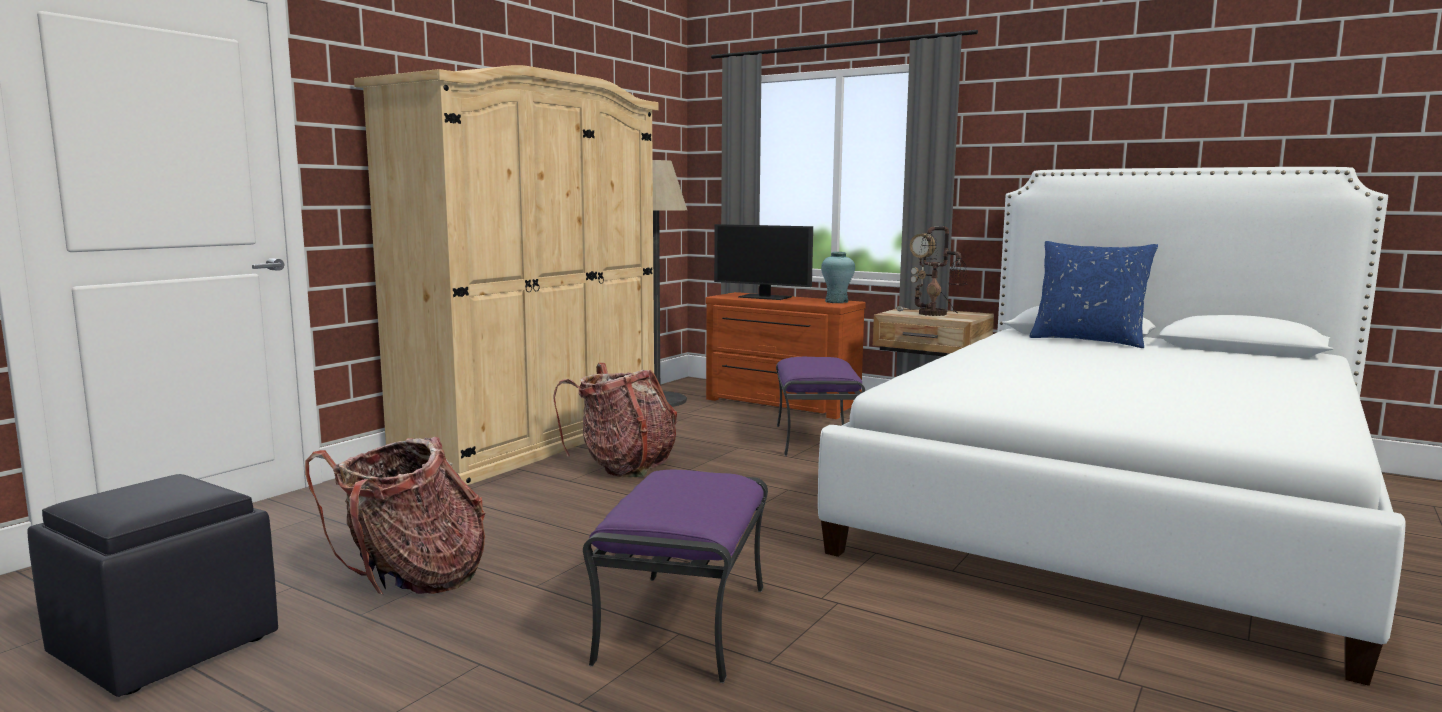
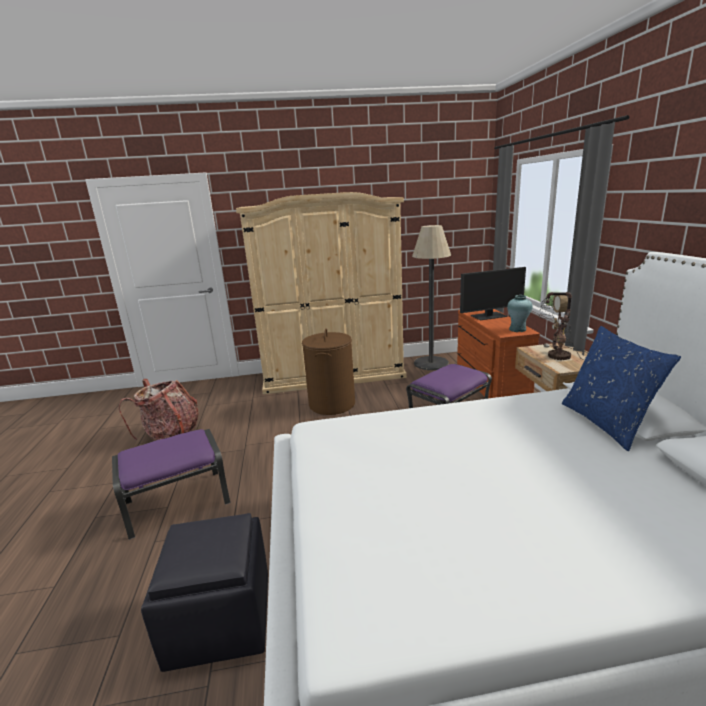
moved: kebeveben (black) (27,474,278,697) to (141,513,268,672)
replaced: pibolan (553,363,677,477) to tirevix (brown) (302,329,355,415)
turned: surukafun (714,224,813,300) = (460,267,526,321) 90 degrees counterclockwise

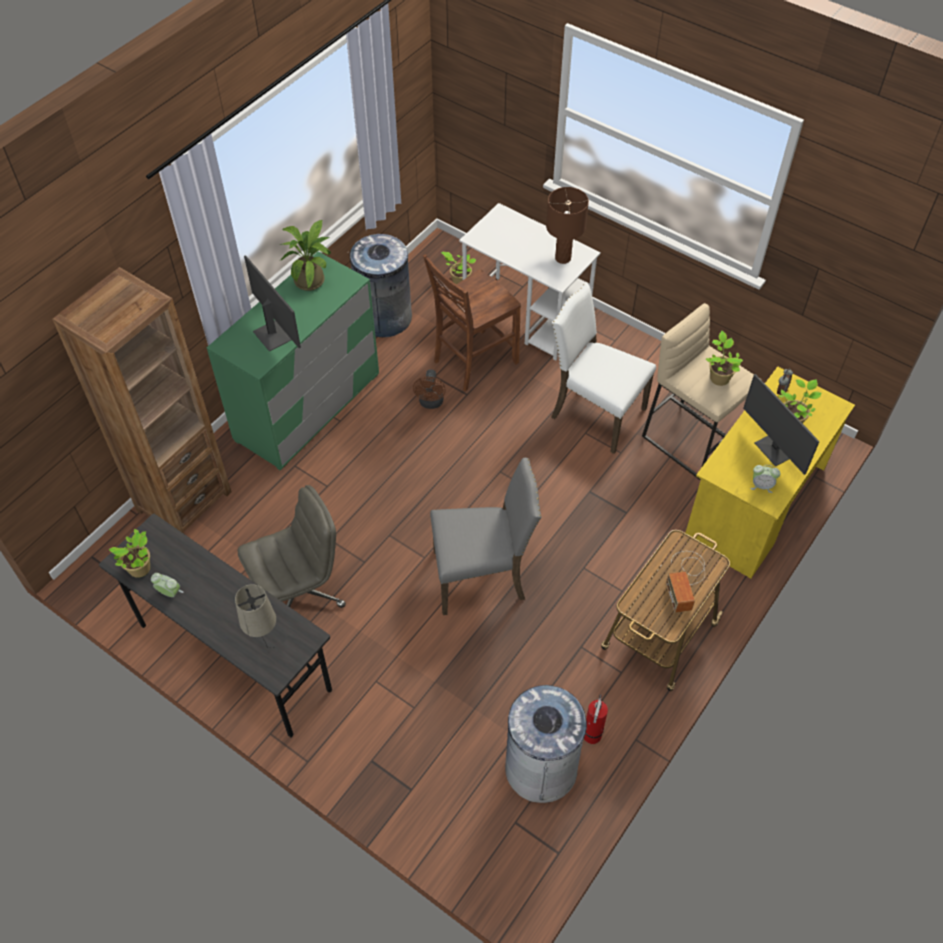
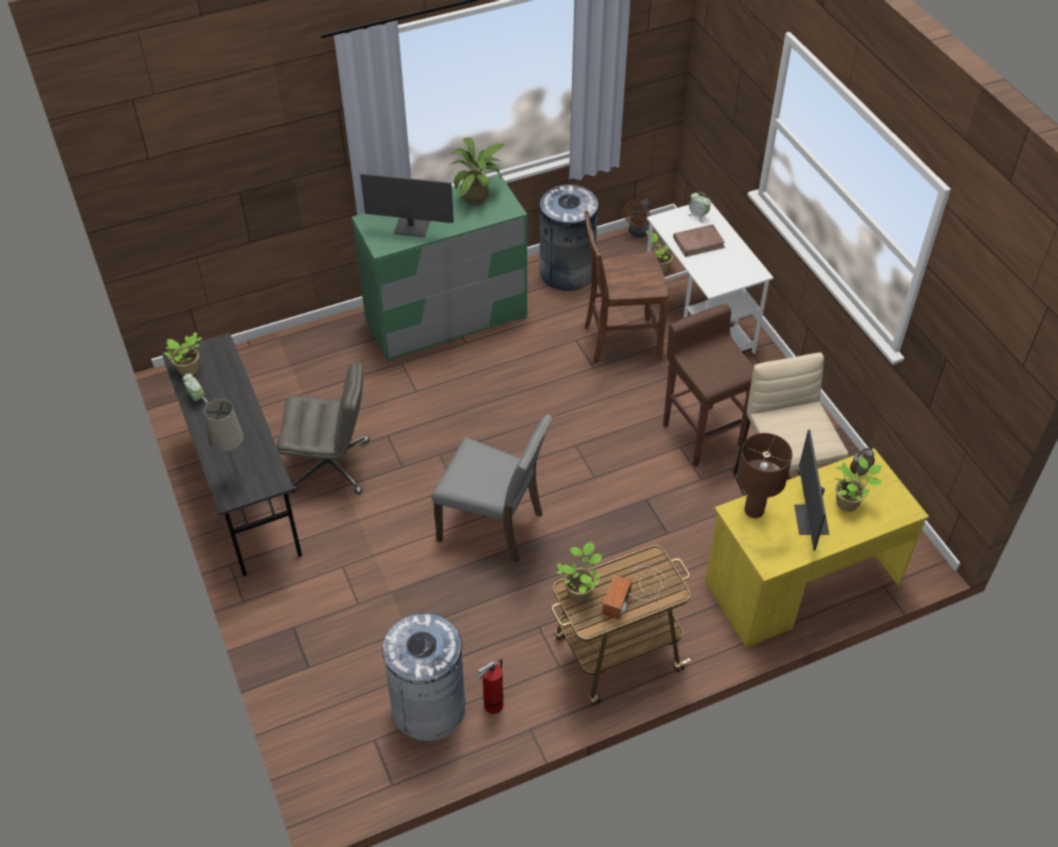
removed: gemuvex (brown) (52,267,232,534)
added: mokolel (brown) (673,224,725,257)
moved: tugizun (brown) (413,369,446,409) to (623,199,650,238); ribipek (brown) (546,187,589,264) to (737,433,793,518); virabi (706,331,743,386) to (557,542,602,603); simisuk (750,465,780,493) to (688,192,711,223)
replaced: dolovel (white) (551,284,656,454) to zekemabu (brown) (663,304,754,467)
turned: surukafun (244,255,301,352) = (360,173,454,237) 105 degrees clockwise

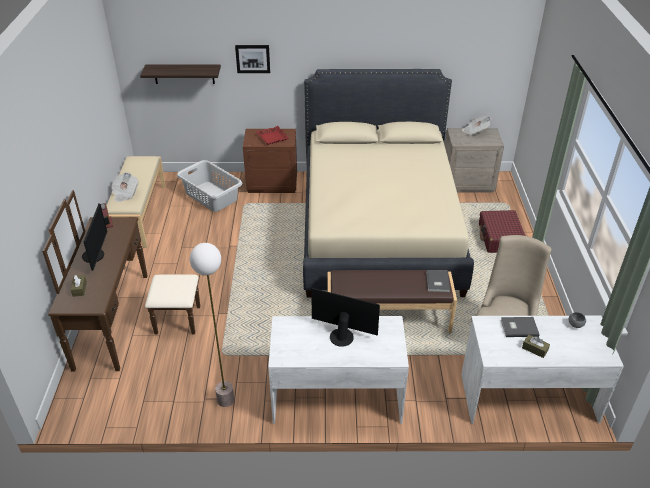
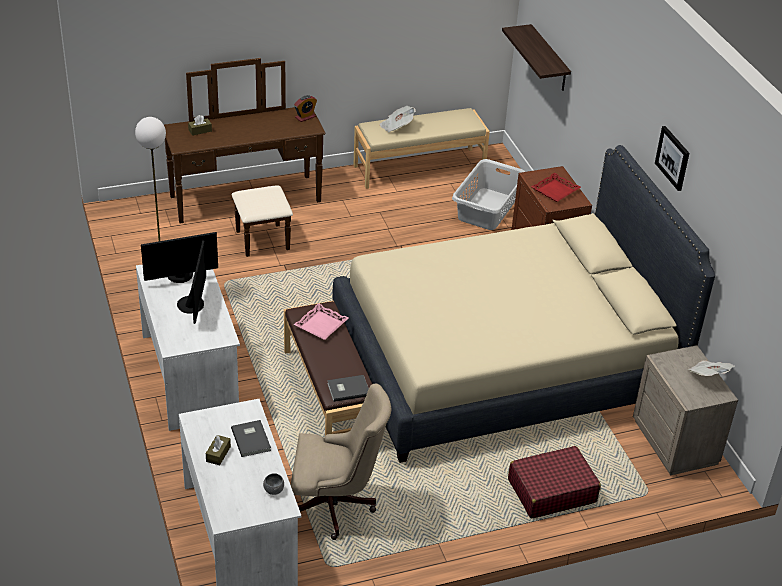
added: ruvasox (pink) (294,303,349,340)
moved: surukafun (82,203,107,271) to (141,232,218,283); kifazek (235,45,270,73) to (655,126,689,191)

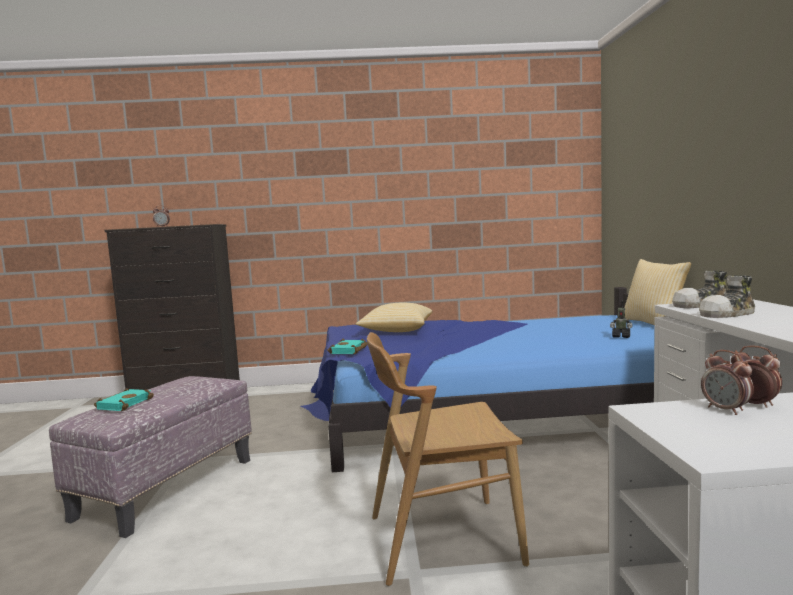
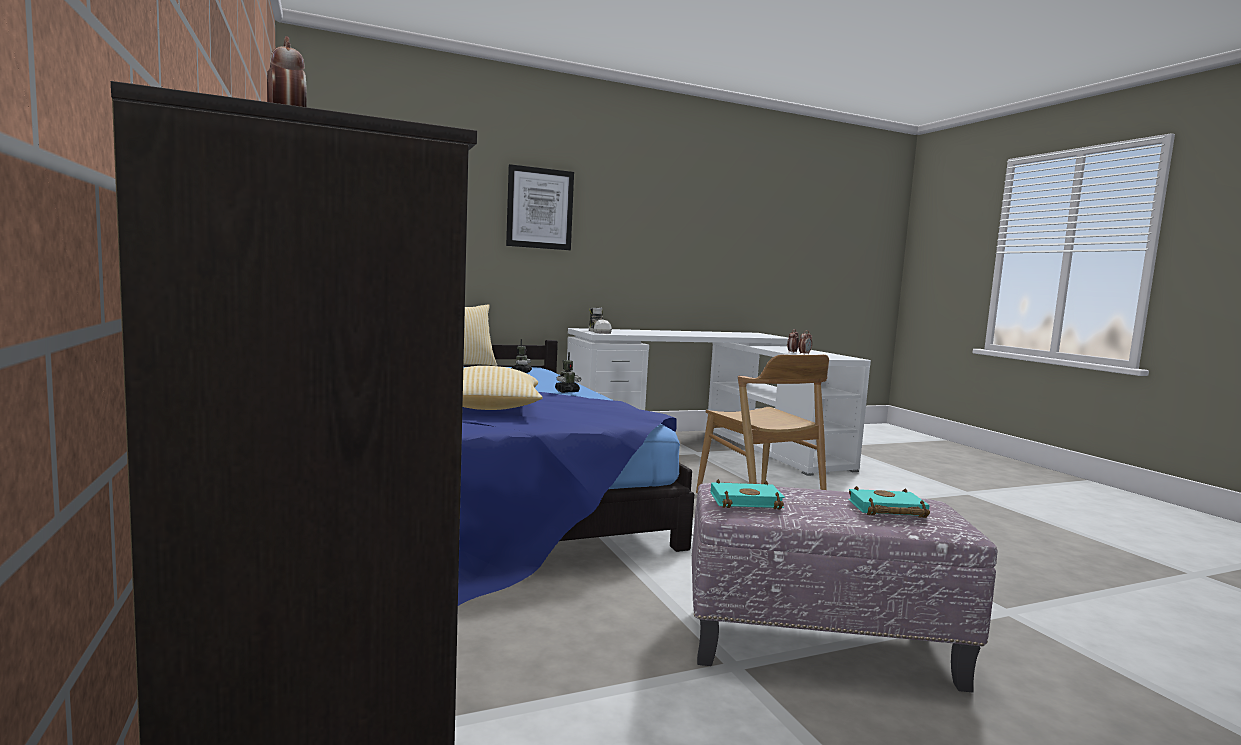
removed: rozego (699,275,755,318)
added: kifazek (506,164,574,250); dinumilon (555,352,581,393)
moved: mokolel (turquoise) (327,339,368,354) to (711,479,785,509)

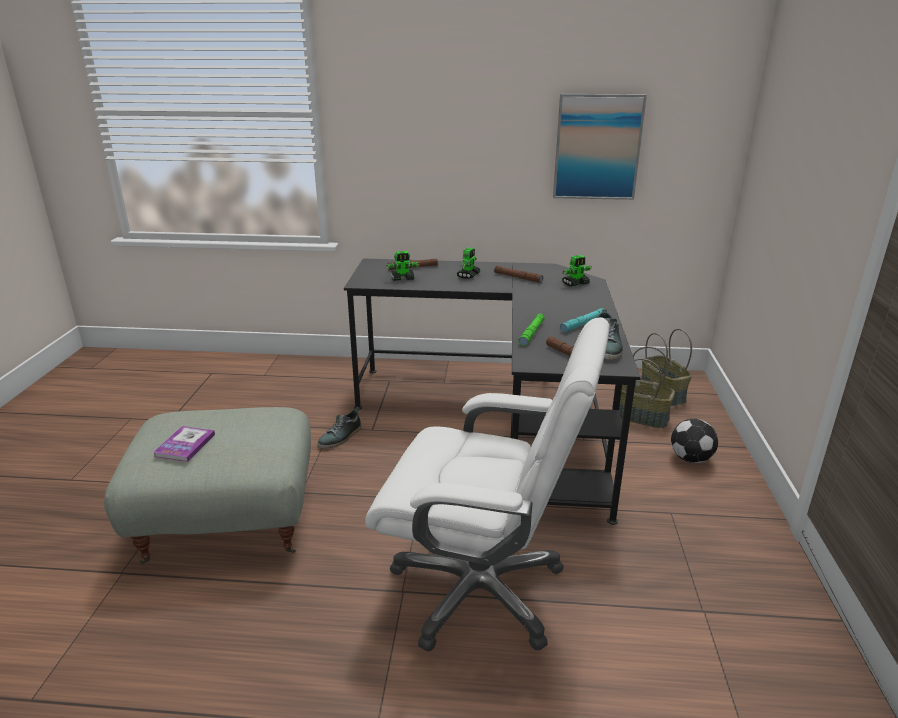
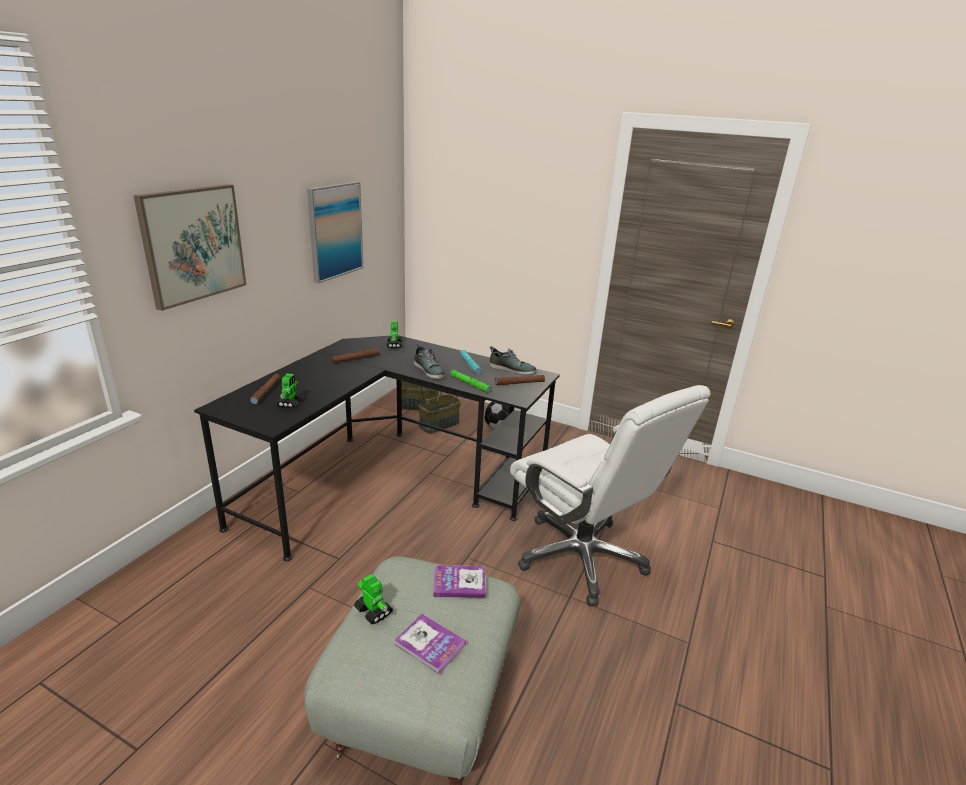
added: kifazek (133,184,246,311); mokolel (433,565,486,598)
moved: rozego (317,407,361,449) to (414,344,445,379); dinumilon (457,247,480,279) to (354,574,393,625)
turned: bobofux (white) (365,317,610,652) = (510,385,711,606) 105 degrees clockwise

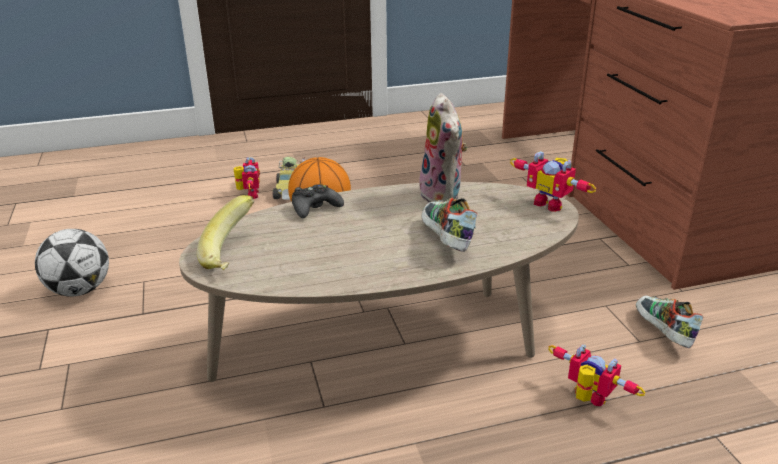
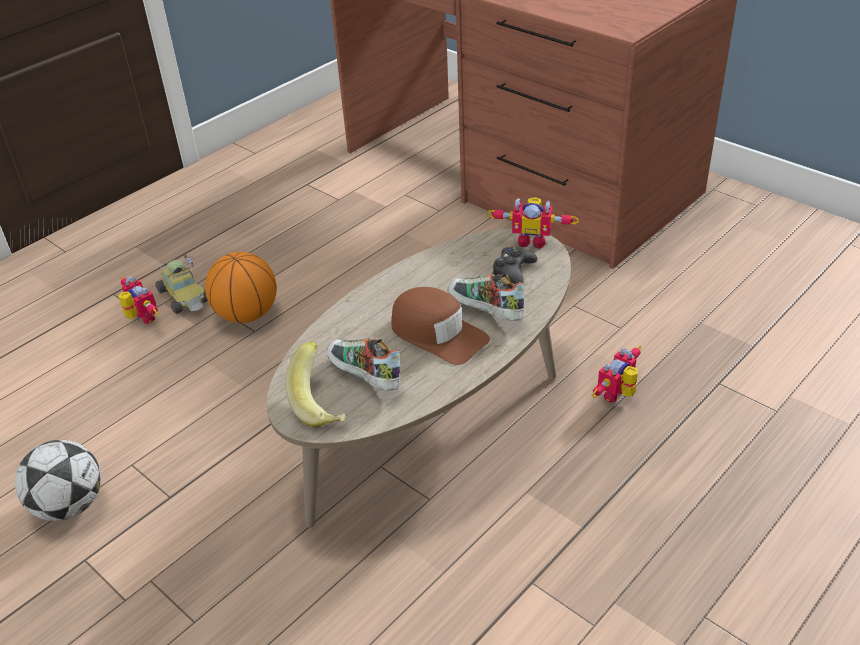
removed: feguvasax (419,93,467,203)
added: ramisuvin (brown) (391,287,490,365)
moved: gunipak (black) (292,184,344,218) to (492,247,537,284); rozego (636,296,704,348) to (327,338,400,390)
turned: dinumilon (548,344,646,406) = (592,346,641,403) 60 degrees counterclockwise

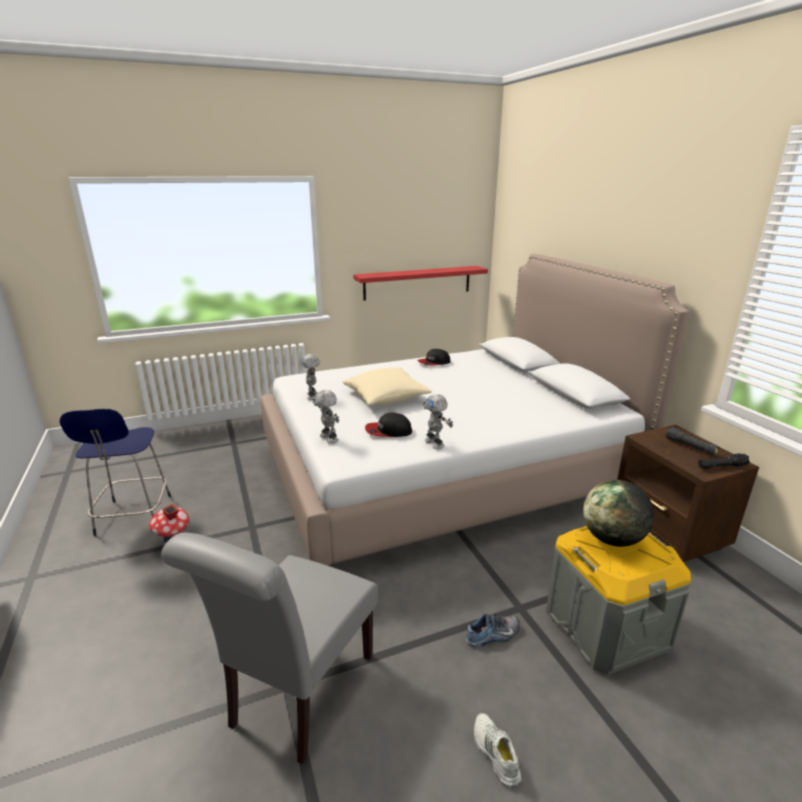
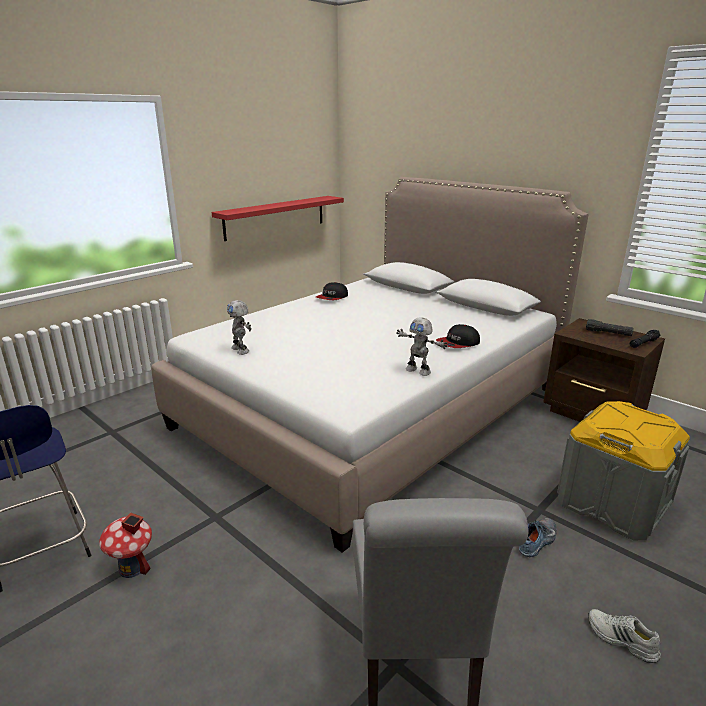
removed: dinumilon (313,390,339,444); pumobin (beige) (342,367,432,405); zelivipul (583,480,654,547)
moved: ramisuvin (365,412,412,437) to (436,324,480,348)

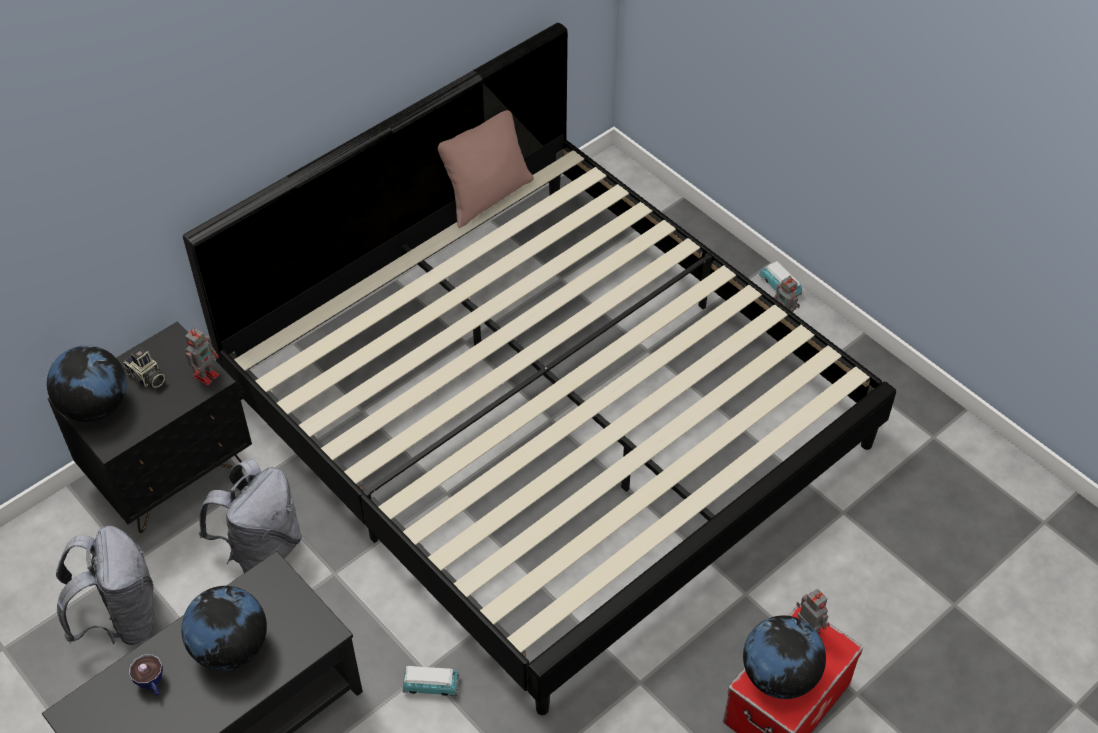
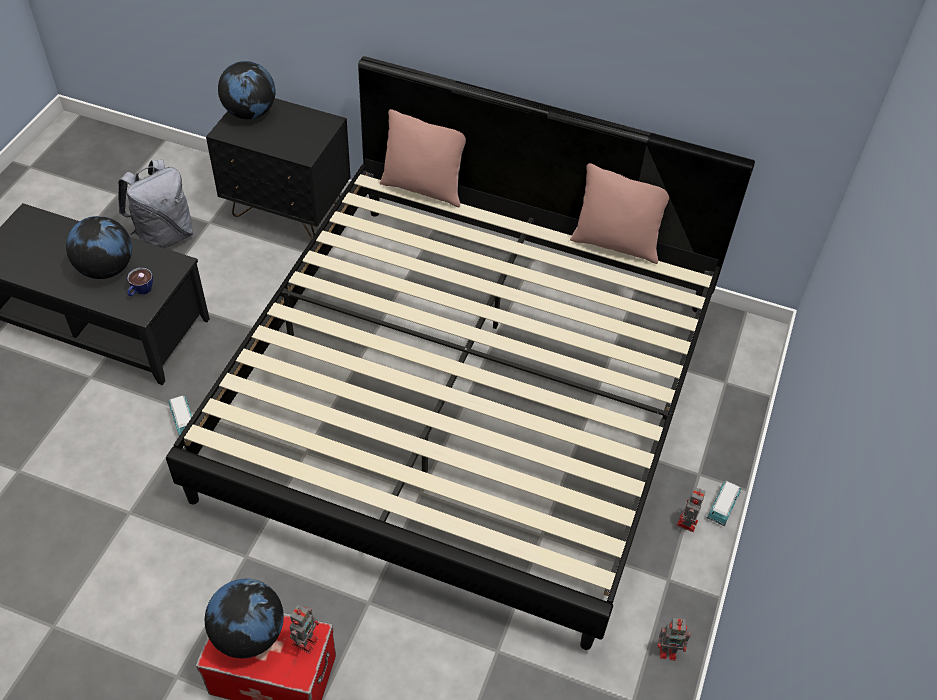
removed: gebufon (123,347,165,388); pibolan (grey) (199,459,302,573)
added: pumobin (pink) (380,109,466,207)
moved: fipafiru (128,654,163,696) to (127,268,153,296); dinumilon (185,328,219,386) to (658,618,691,661)

